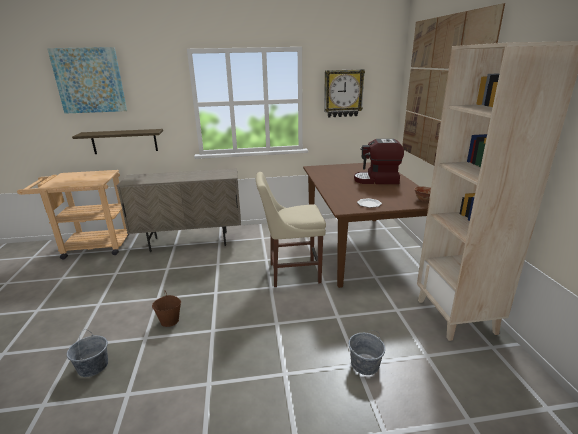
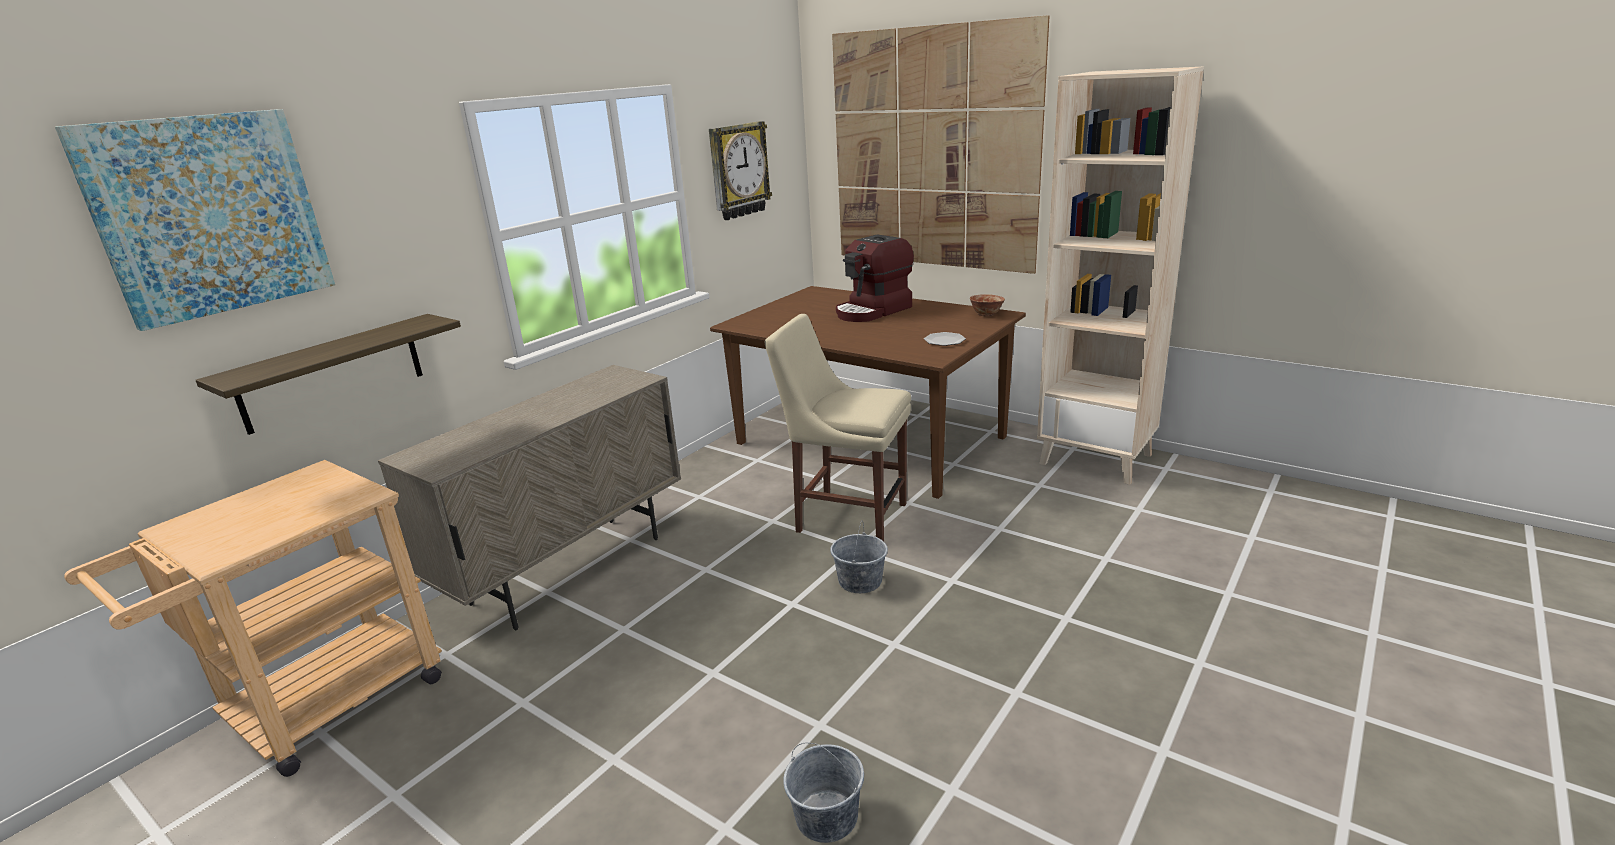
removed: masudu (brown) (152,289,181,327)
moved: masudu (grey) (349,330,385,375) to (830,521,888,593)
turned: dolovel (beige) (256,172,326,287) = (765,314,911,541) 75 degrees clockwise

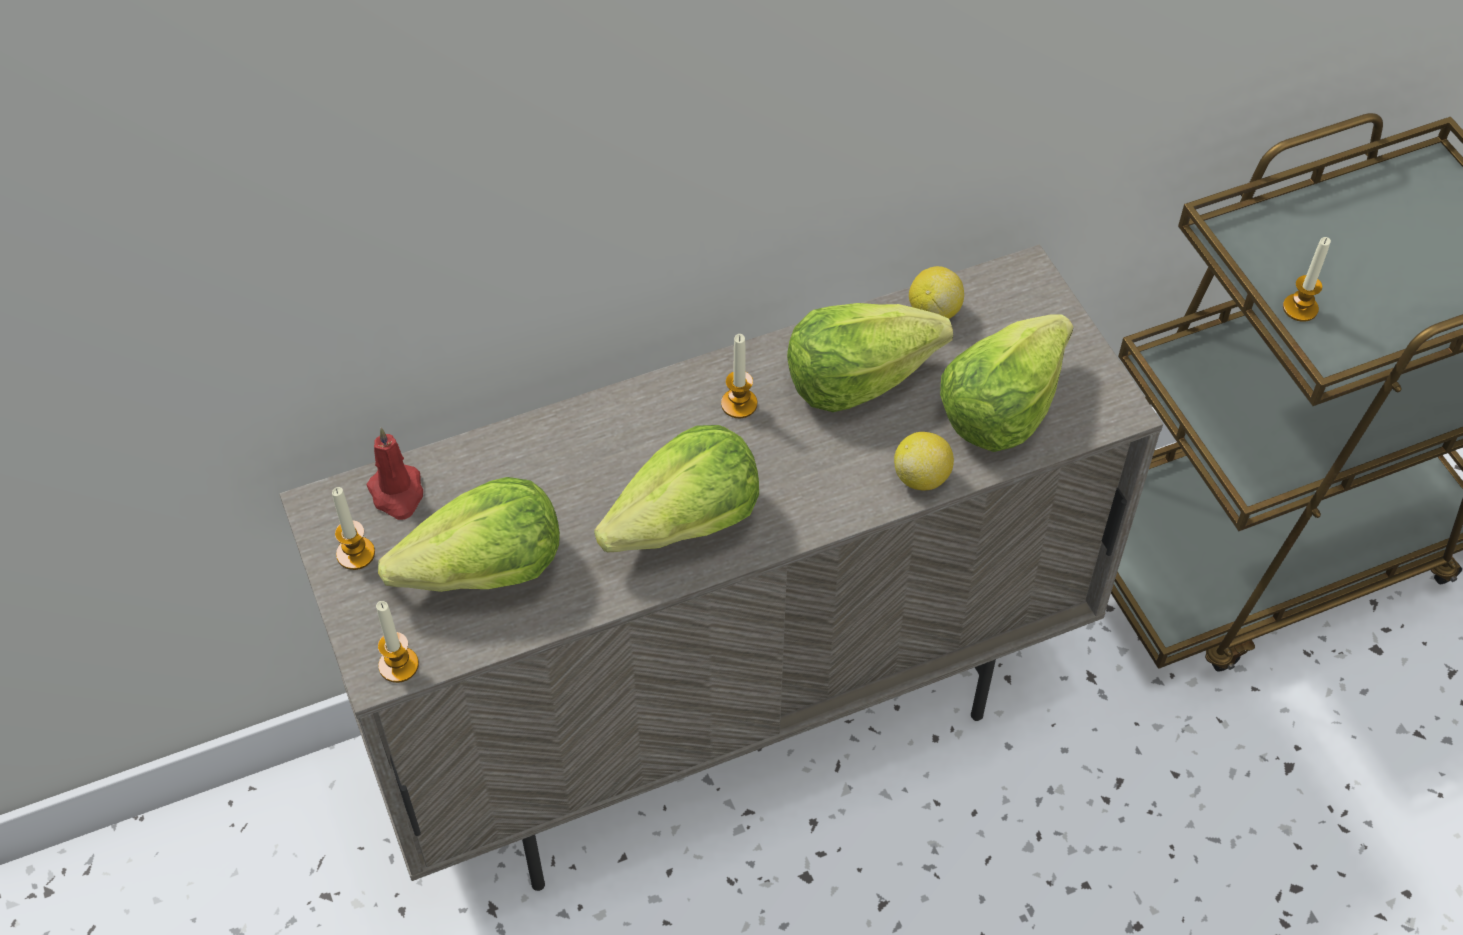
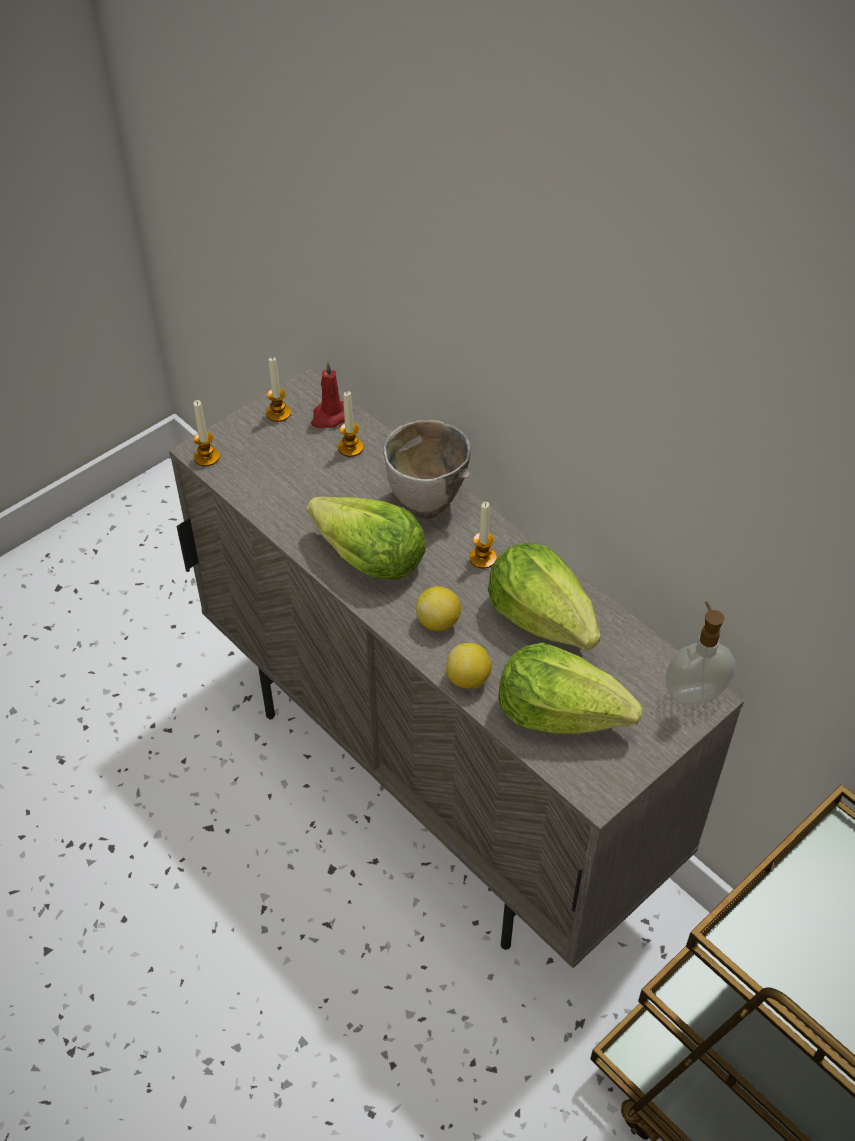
removed: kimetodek (378,477,560,592)
added: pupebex (383,420,470,519); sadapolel (666,602,735,705)
moved: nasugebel (909,266,964,319) to (416,586,461,631); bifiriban (1283,237,1331,322) to (338,391,363,457)

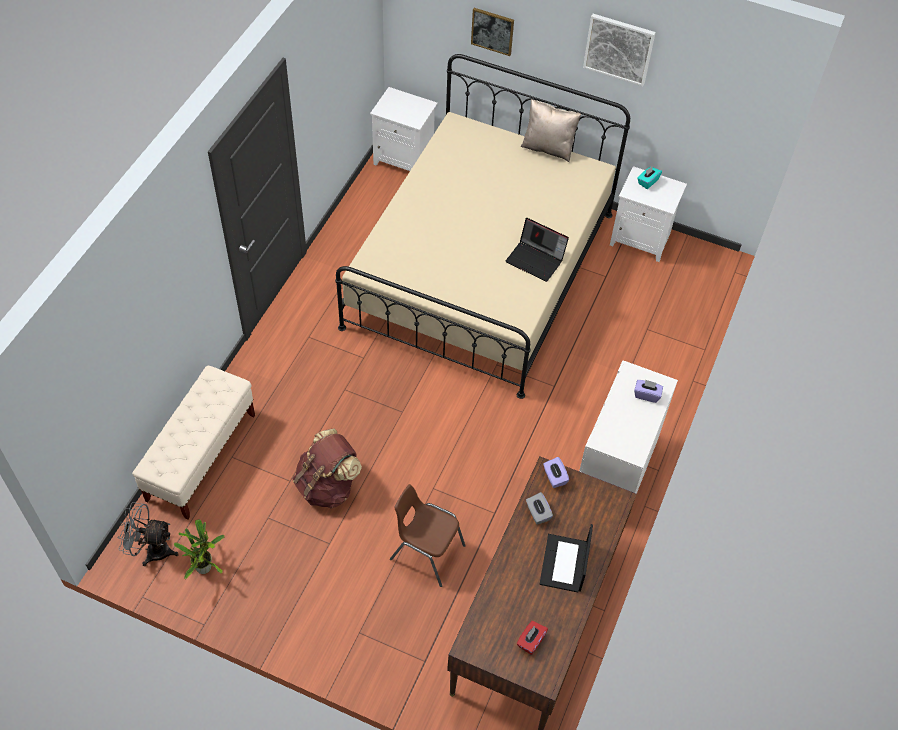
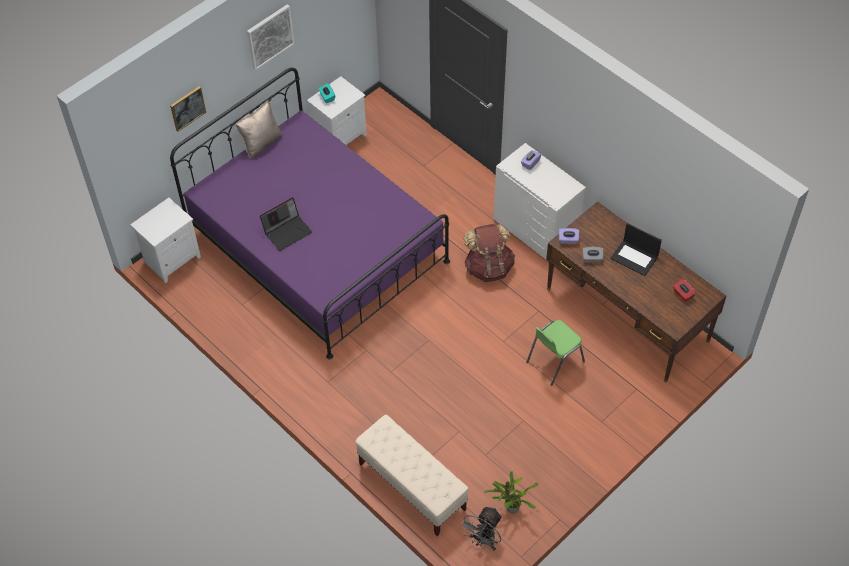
moved: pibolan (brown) (292,429,362,509) to (464,224,515,282); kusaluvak (505,218,569,282) to (260,197,312,251)
recoloured: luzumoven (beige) (335,54,630,399) to luzumoven (purple) (170,68,450,359); dolovel (brown) (390,484,466,587) to dolovel (green) (526,320,585,386)

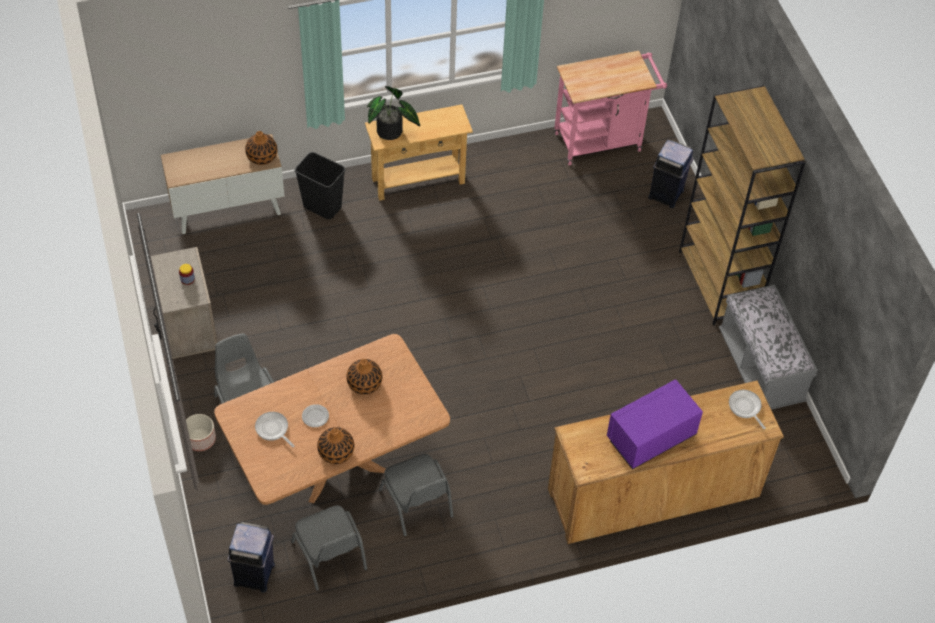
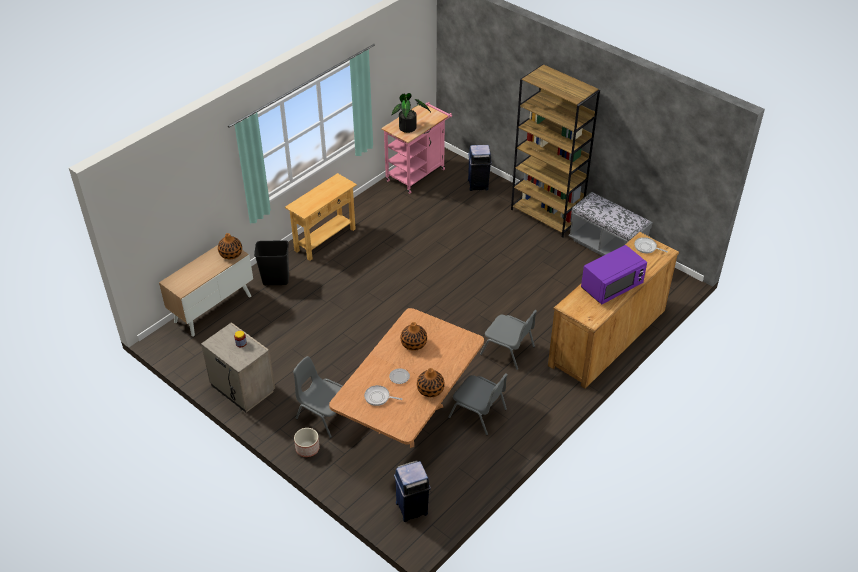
moved: dolovel (grey) (291,505,367,591) to (480,310,537,370); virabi (367,86,420,140) to (391,93,431,133)
turned: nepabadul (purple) (607,380,703,470) = (581,245,647,304) 150 degrees counterclockwise

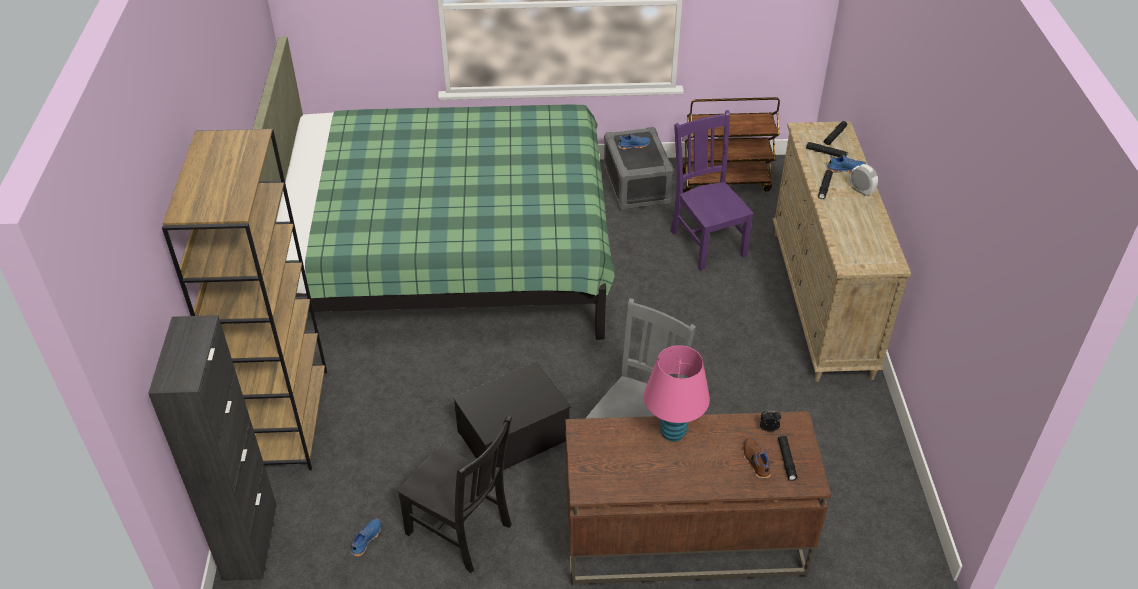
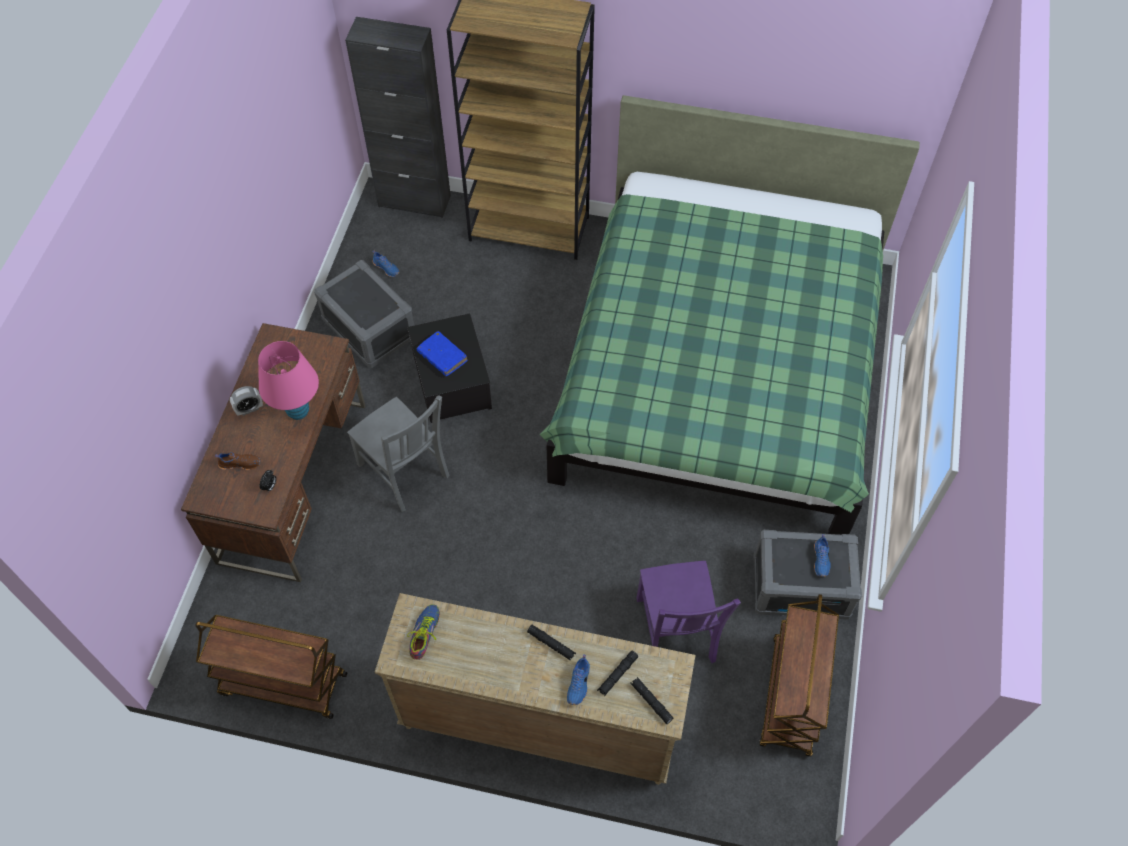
removed: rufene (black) (778,436,797,481)
added: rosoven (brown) (195,615,347,719); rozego (407,604,440,660); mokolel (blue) (417,331,468,376)
moved: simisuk (849,164,878,196) to (230,386,263,416)
replaced: dolovel (black) (398,417,512,573) to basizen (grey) (314,260,414,368)
turned: dolovel (purple) (670,110,754,270) = (636,561,741,663) 90 degrees clockwise

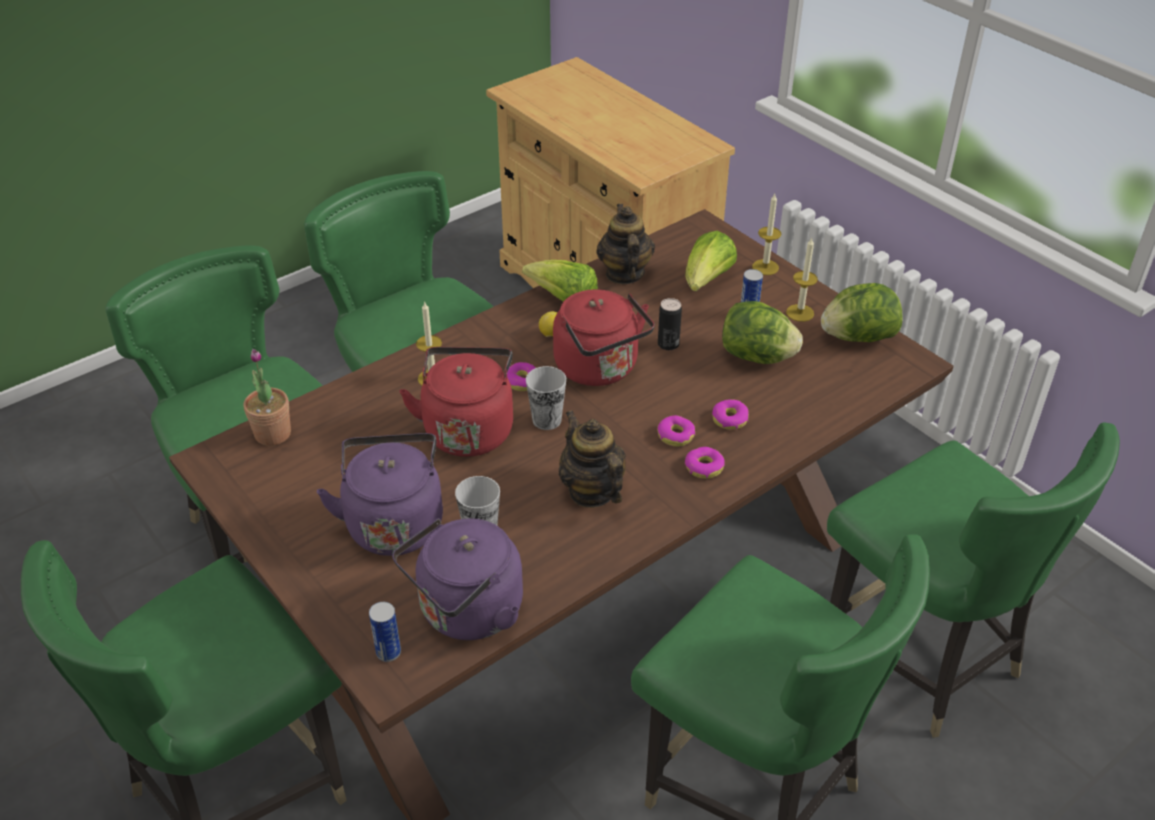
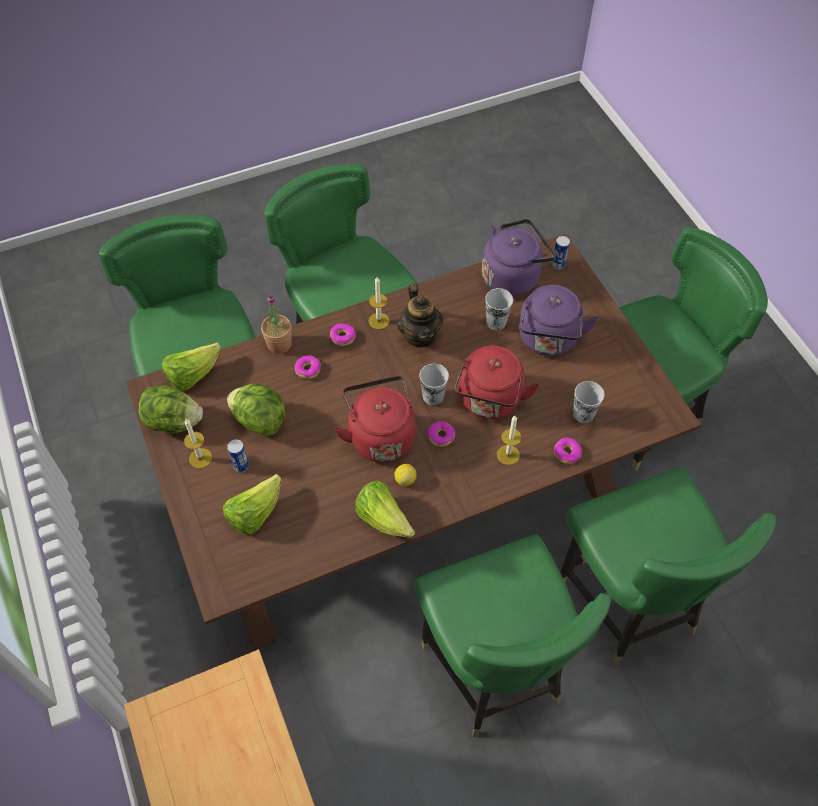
removed: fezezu (596,204,655,284); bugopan (658,298,682,350)
added: kimetodek (162,343,221,391); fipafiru (573,381,604,424)
moved: virabi (244,349,291,446) to (261,295,292,354); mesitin (657,415,695,447) to (554,438,582,464); bifiriban (752,194,781,275) to (369,277,390,329)

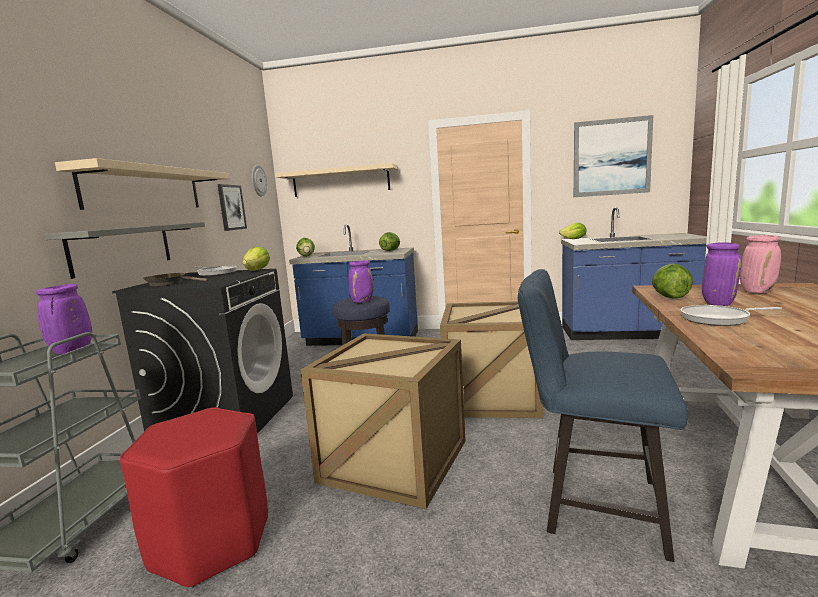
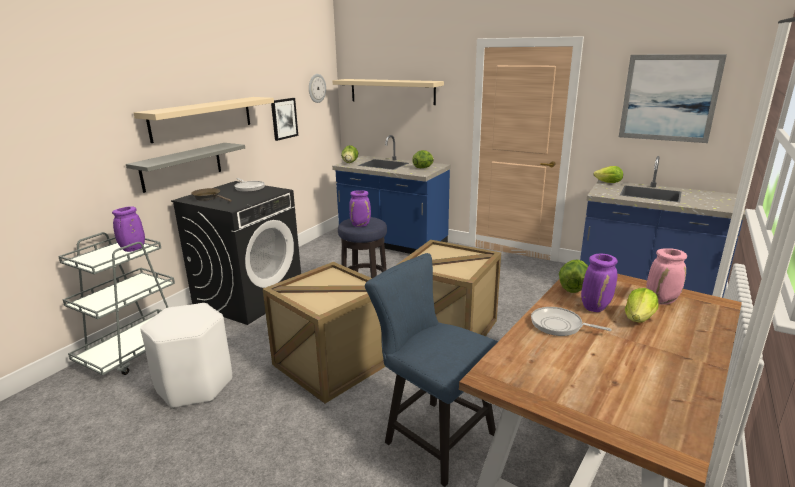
moved: kimetodek (242,247,270,271) to (625,288,658,323)
recoloured: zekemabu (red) (120,407,268,589) to zekemabu (white) (140,303,232,409)

